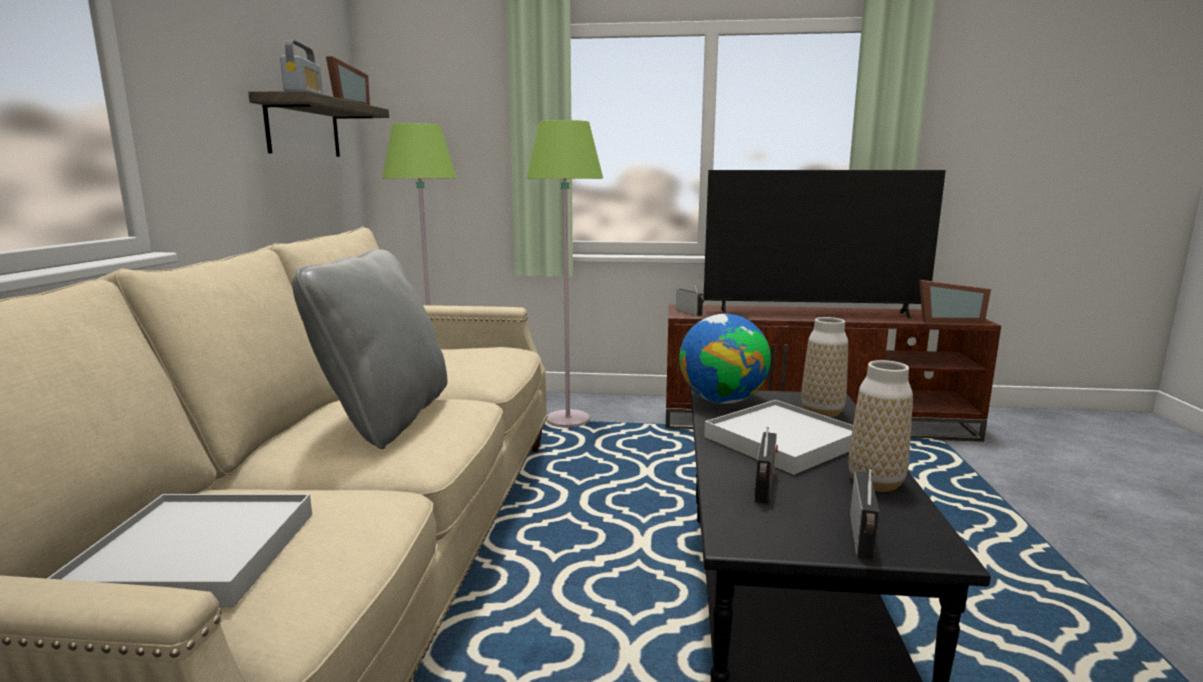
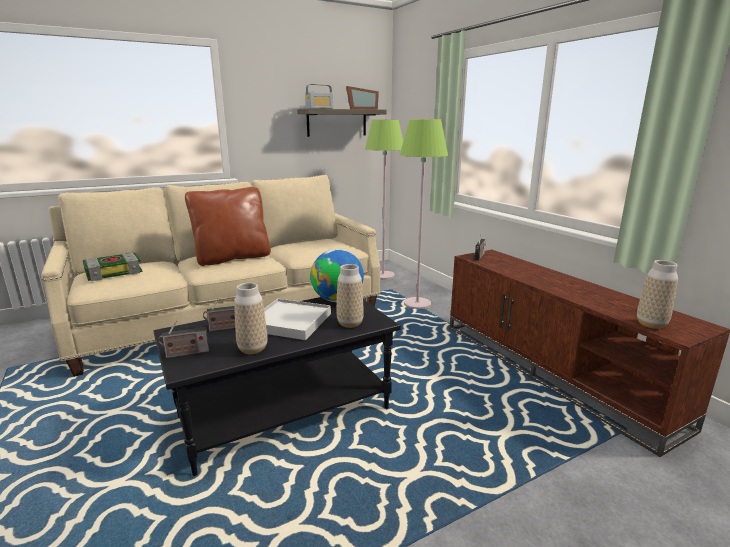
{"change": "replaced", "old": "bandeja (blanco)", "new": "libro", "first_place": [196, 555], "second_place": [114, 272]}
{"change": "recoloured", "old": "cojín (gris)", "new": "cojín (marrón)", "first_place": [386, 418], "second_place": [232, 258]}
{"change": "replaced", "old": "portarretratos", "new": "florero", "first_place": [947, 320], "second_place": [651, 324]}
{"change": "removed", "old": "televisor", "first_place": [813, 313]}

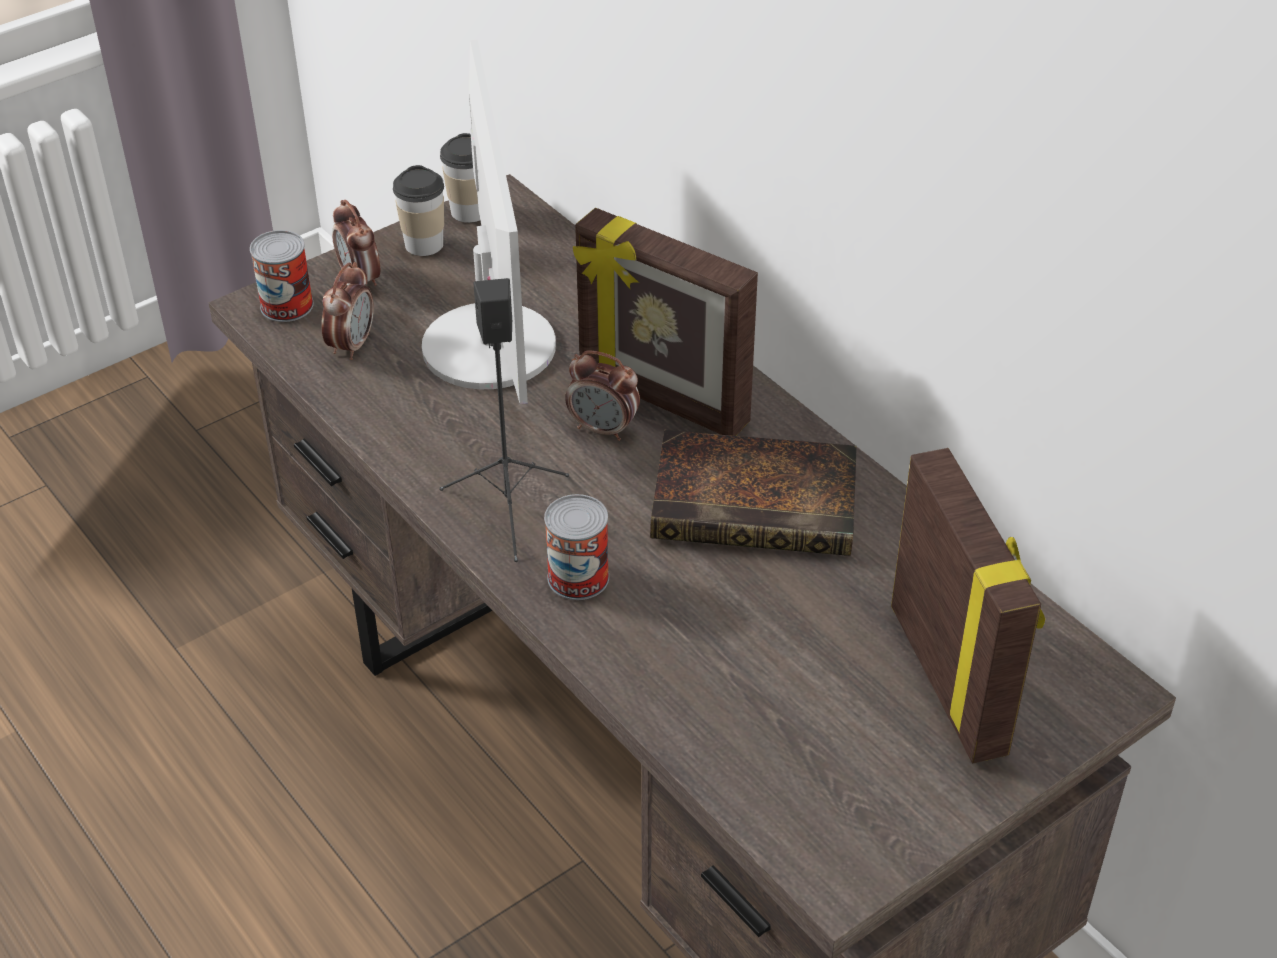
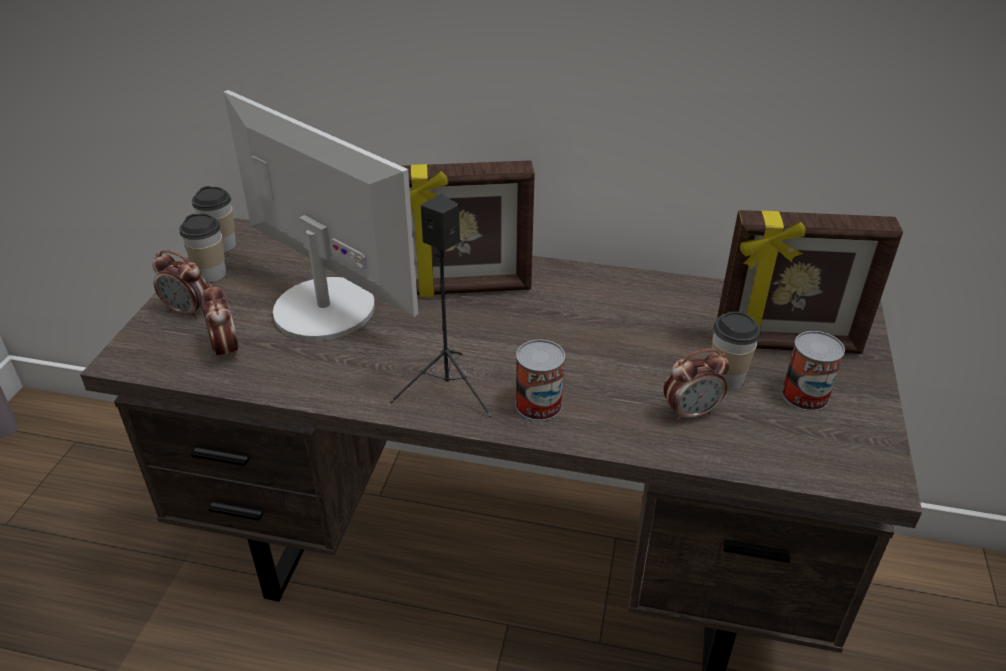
{"change": "moved", "old": "despertador", "first_place": [603, 429], "second_place": [691, 413]}
{"change": "added", "new": "taza", "second_place": [726, 378]}
{"change": "turned", "old": "portarretratos", "first_place": [951, 679], "second_place": [787, 346], "degrees": 150}
{"change": "moved", "old": "lata", "first_place": [287, 305], "second_place": [805, 395]}
{"change": "removed", "old": "libro", "first_place": [760, 503]}

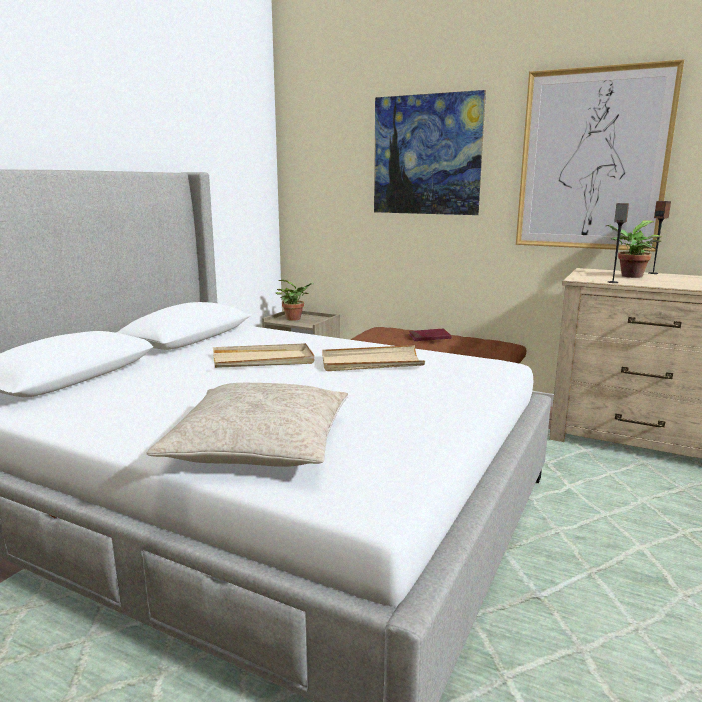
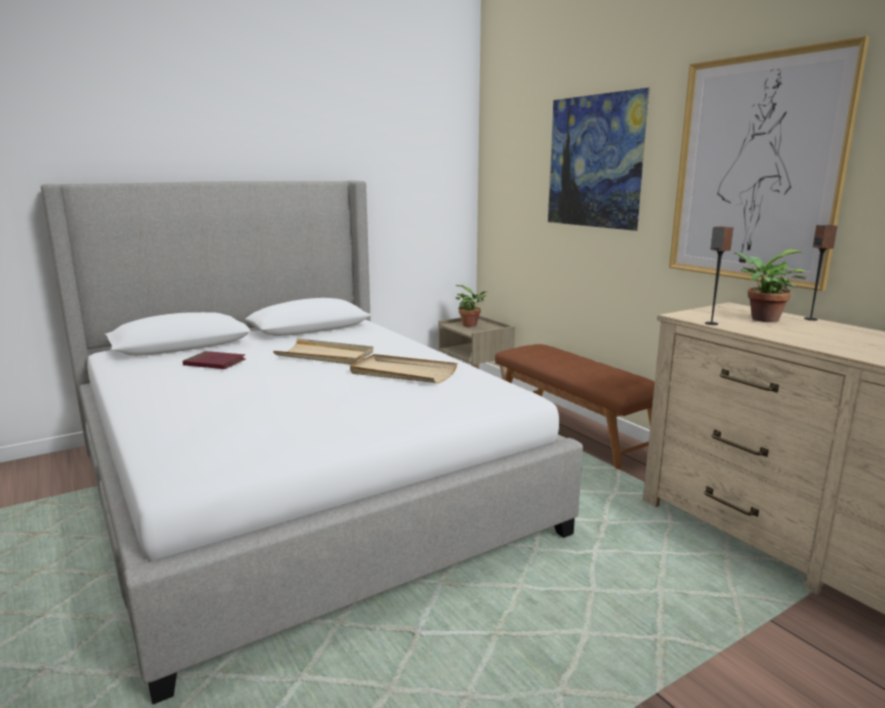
{"change": "moved", "old": "libro (rojo)", "first_place": [429, 337], "second_place": [214, 363]}
{"change": "removed", "old": "cojín (beis)", "first_place": [259, 444]}

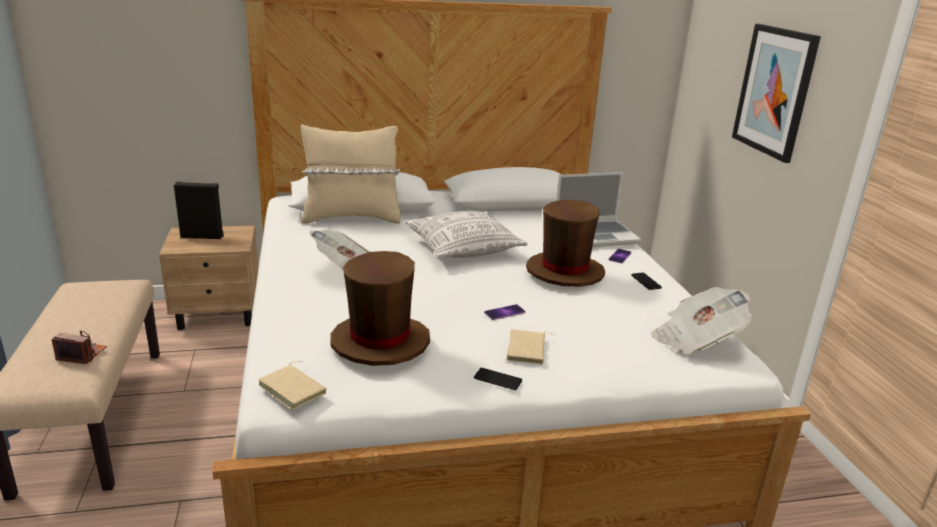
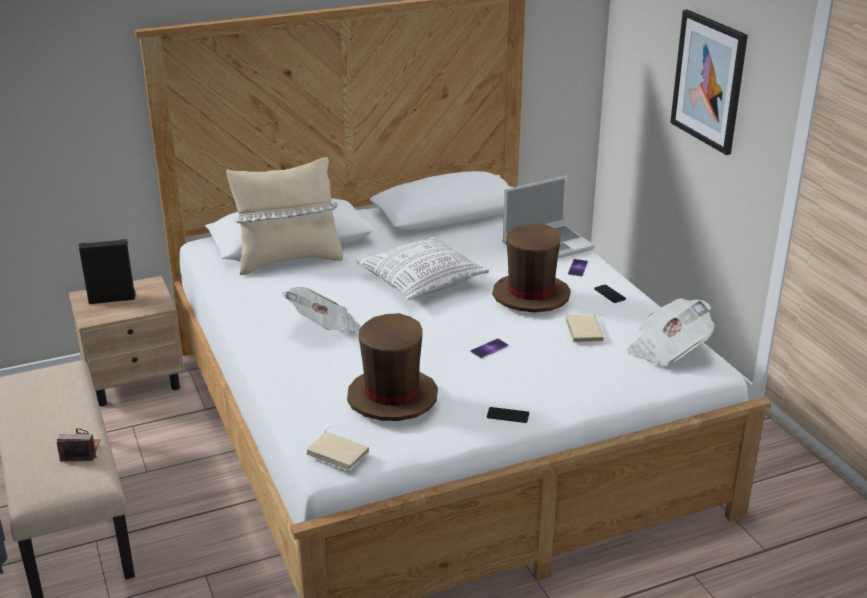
{"change": "moved", "old": "libro (beis)", "first_place": [528, 350], "second_place": [586, 331]}

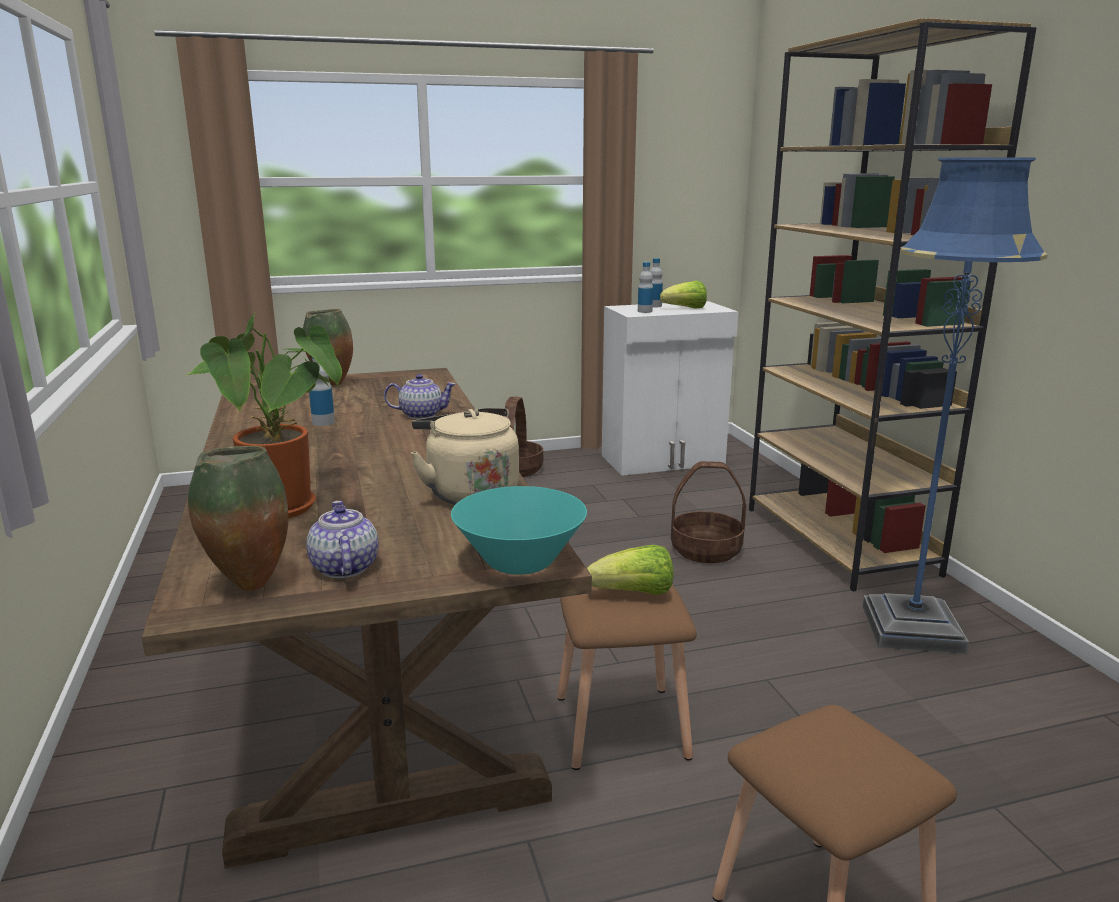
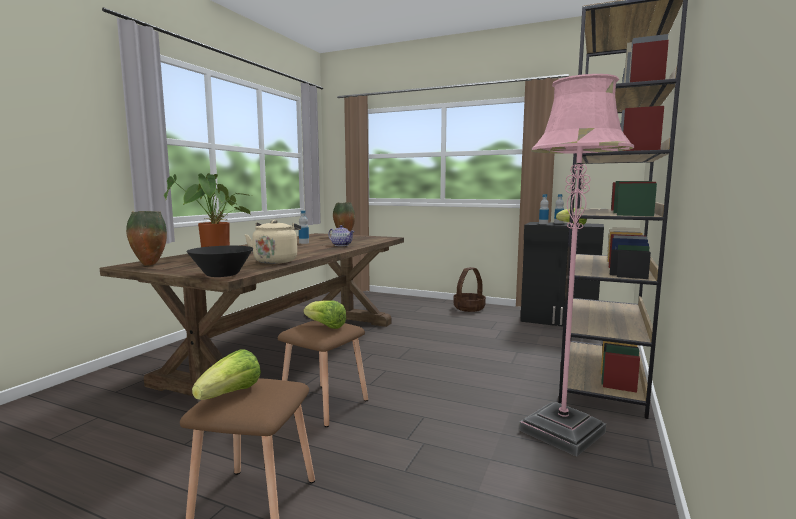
{"change": "recoloured", "old": "cuenco (turquesa)", "new": "cuenco (negro)", "first_place": [519, 562], "second_place": [222, 275]}
{"change": "added", "new": "lechuga", "second_place": [231, 394]}
{"change": "recoloured", "old": "lámpara de pie (azul)", "new": "lámpara de pie (rosa)", "first_place": [912, 628], "second_place": [562, 431]}
{"change": "recoloured", "old": "armario (blanco)", "new": "armario (negro)", "first_place": [664, 460], "second_place": [559, 321]}
{"change": "removed", "old": "tetera", "first_place": [344, 568]}
{"change": "removed", "old": "cesta", "first_place": [706, 550]}

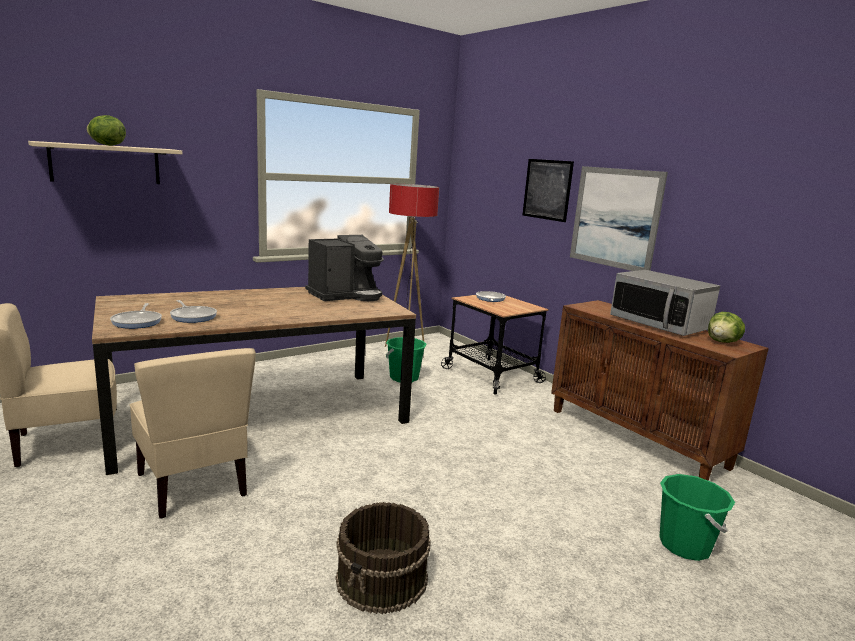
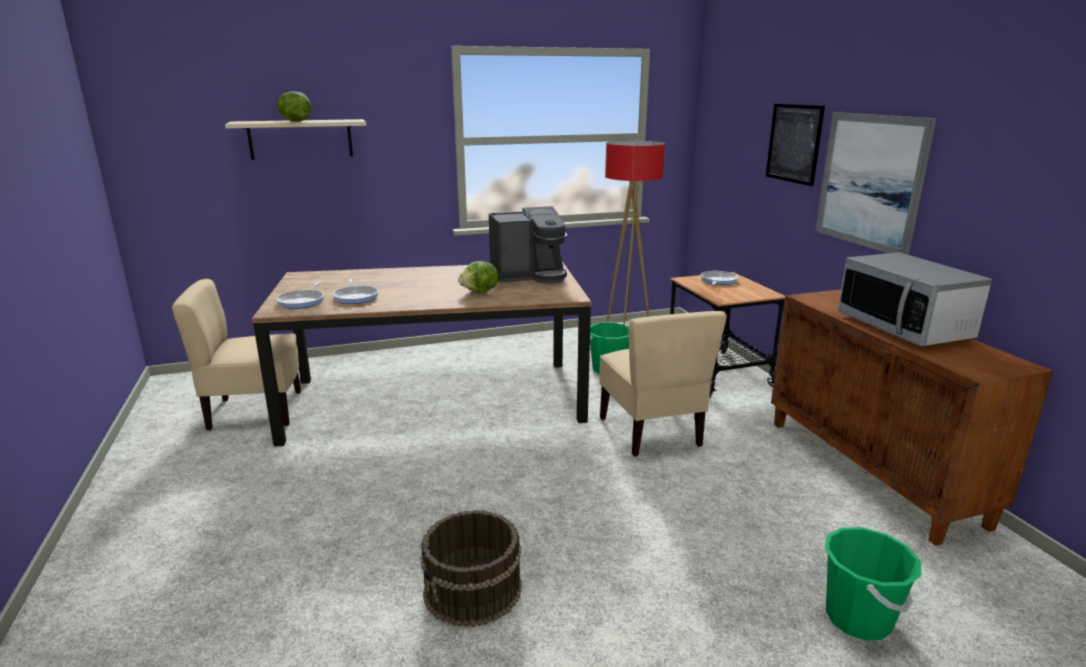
{"change": "moved", "old": "lechuga", "first_place": [722, 342], "second_place": [480, 292]}
{"change": "moved", "old": "silla (beis)", "first_place": [194, 484], "second_place": [651, 432]}

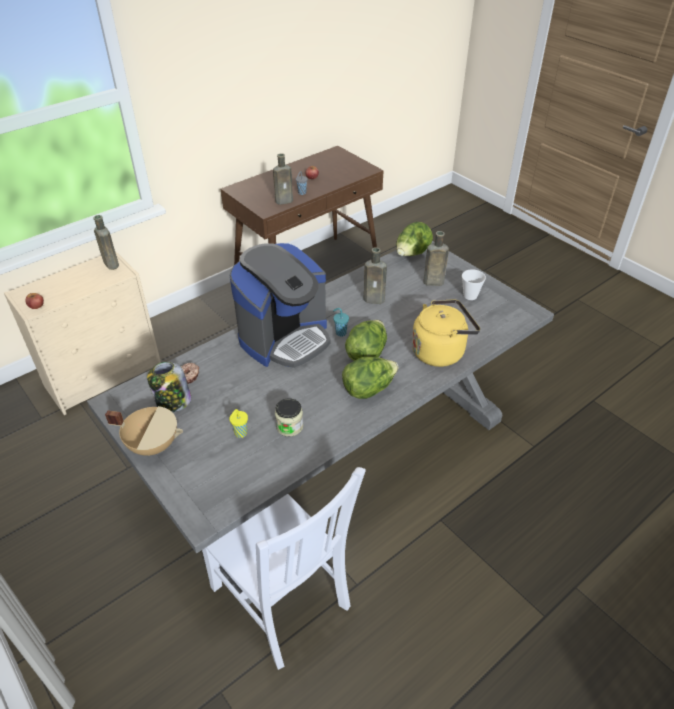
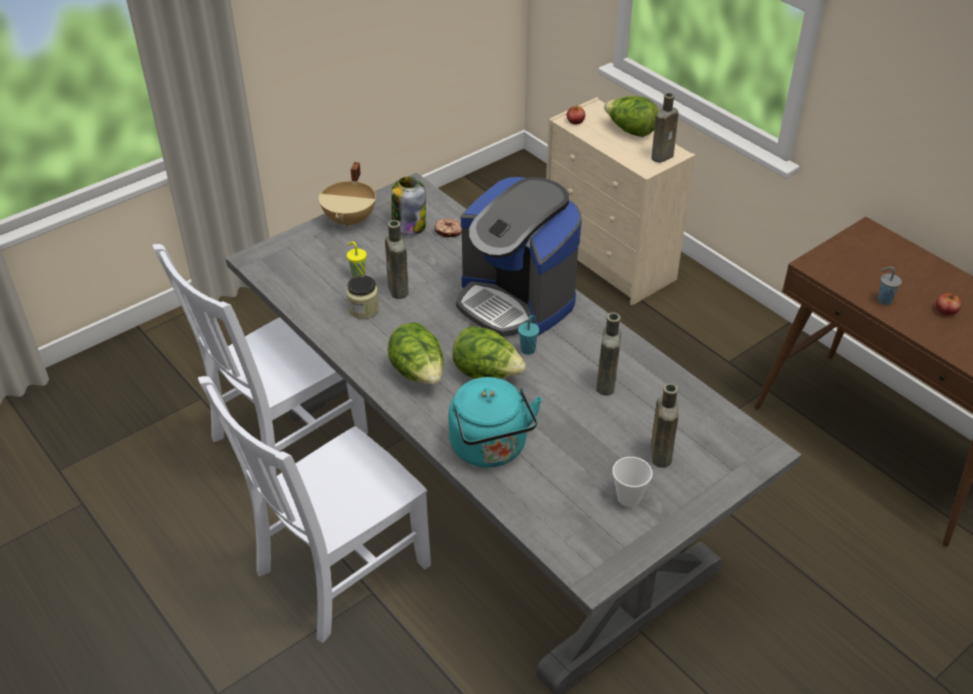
{"change": "added", "new": "silla (blanco)", "second_place": [338, 571]}
{"change": "moved", "old": "botella (marrón)", "first_place": [285, 201], "second_place": [398, 291]}
{"change": "recoloured", "old": "hervidor (amarillo)", "new": "hervidor (turquesa)", "first_place": [440, 351], "second_place": [491, 449]}
{"change": "moved", "old": "lechuga", "first_place": [412, 254], "second_place": [630, 131]}

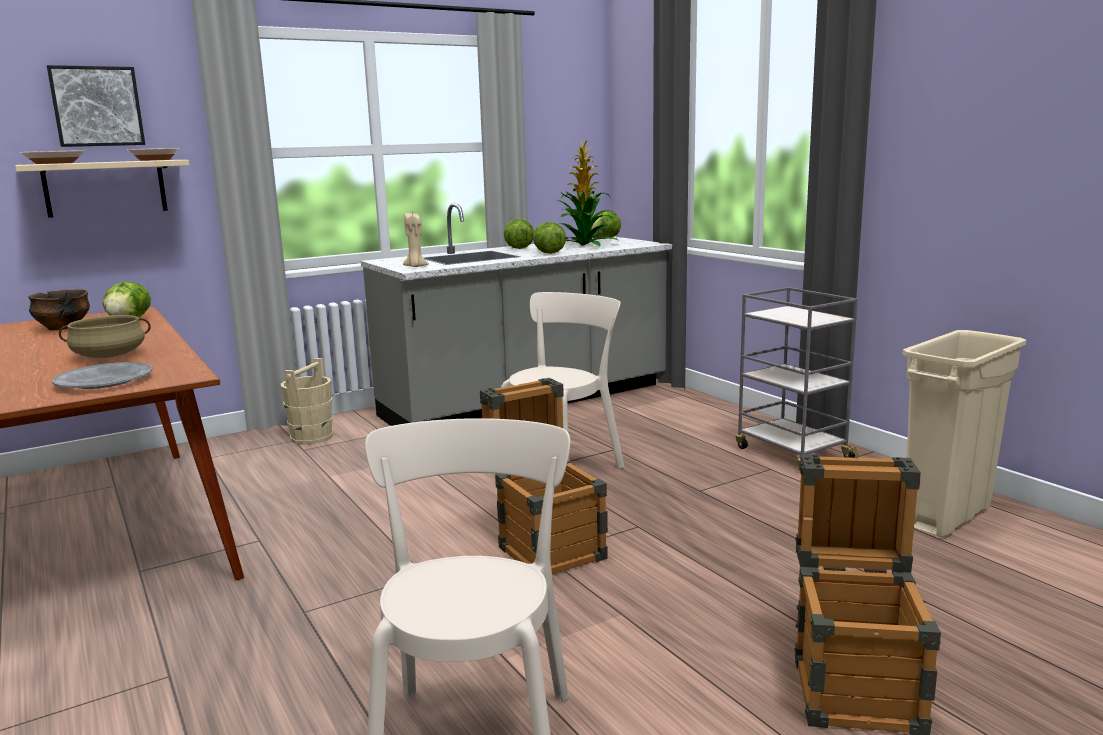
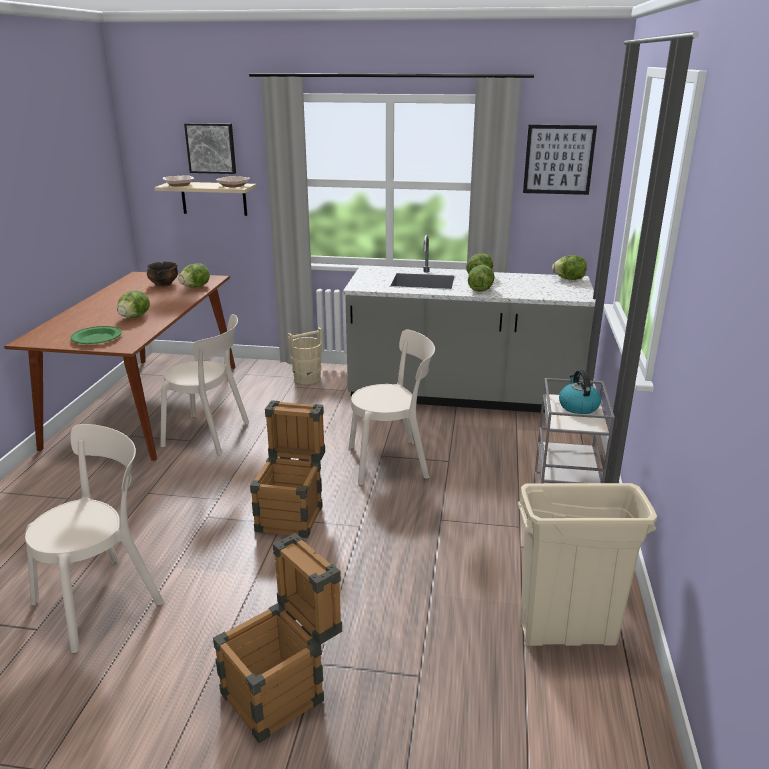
{"change": "recoloured", "old": "plato (gris)", "new": "plato (verde)", "first_place": [105, 381], "second_place": [97, 338]}
{"change": "replaced", "old": "olla (beis)", "new": "lechuga", "first_place": [109, 355], "second_place": [134, 317]}
{"change": "added", "new": "silla (beis)", "second_place": [210, 435]}
{"change": "added", "new": "cuadro", "second_place": [558, 159]}
{"change": "added", "new": "hervidor", "second_place": [578, 406]}
{"change": "removed", "old": "vela (beis)", "first_place": [415, 266]}
{"change": "removed", "old": "planta en maceta", "first_place": [585, 245]}

